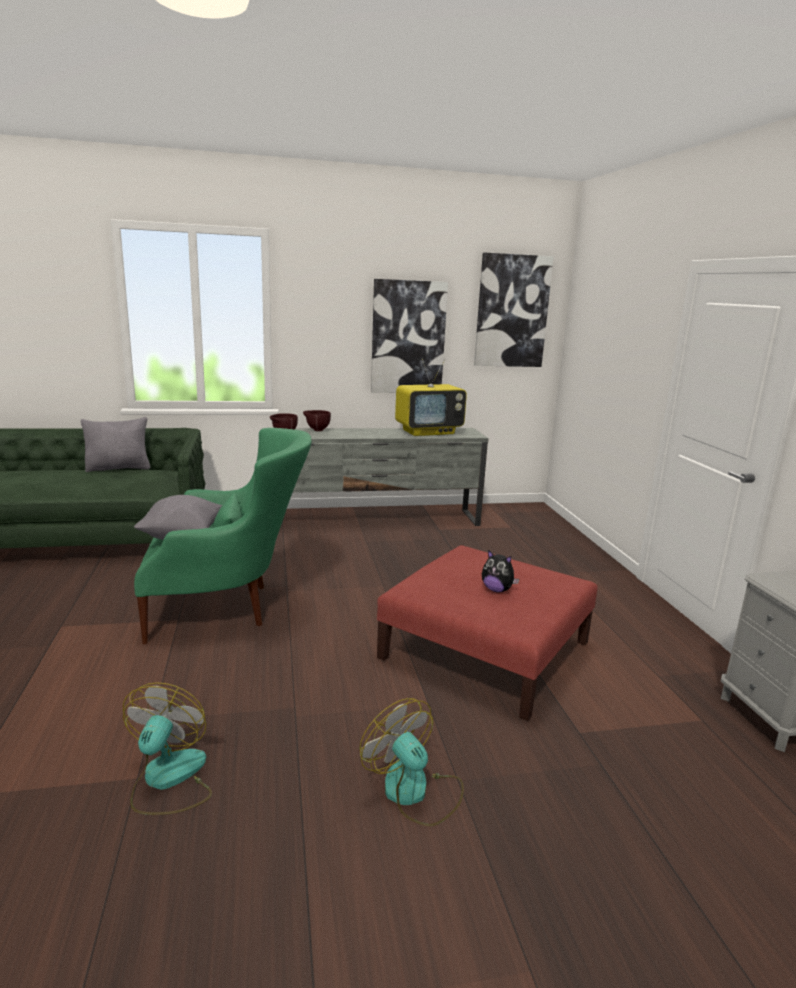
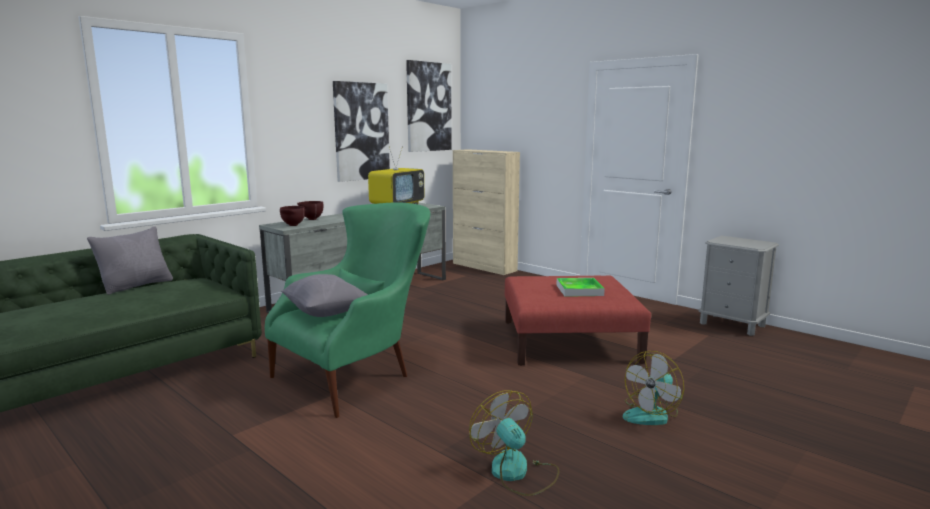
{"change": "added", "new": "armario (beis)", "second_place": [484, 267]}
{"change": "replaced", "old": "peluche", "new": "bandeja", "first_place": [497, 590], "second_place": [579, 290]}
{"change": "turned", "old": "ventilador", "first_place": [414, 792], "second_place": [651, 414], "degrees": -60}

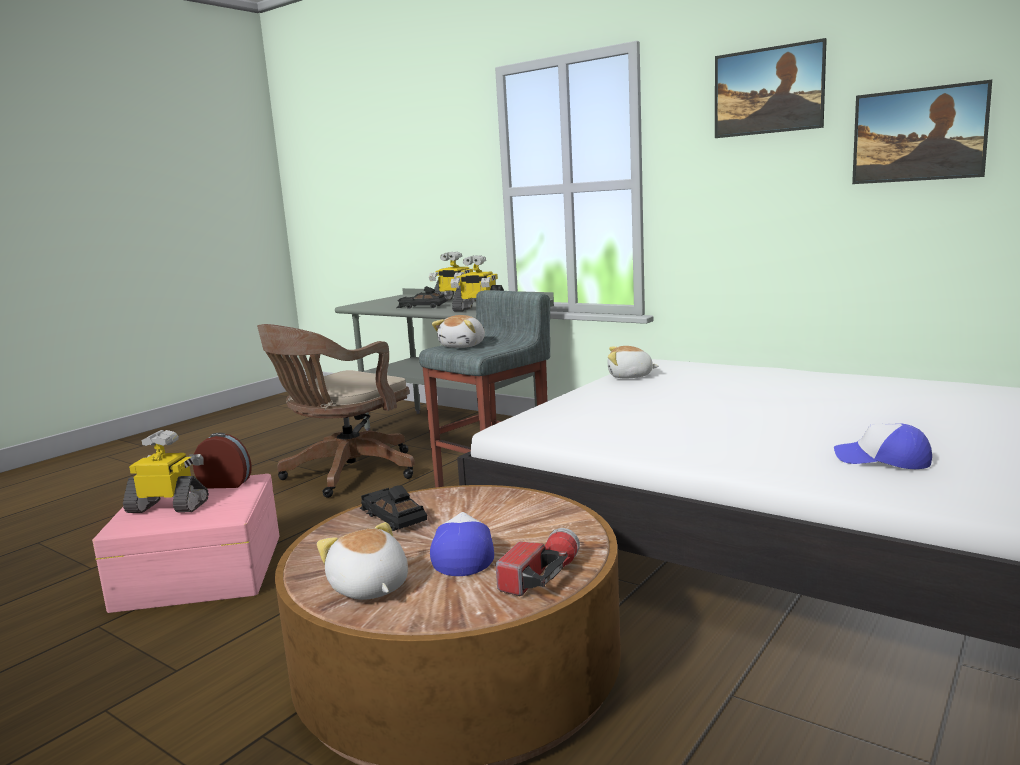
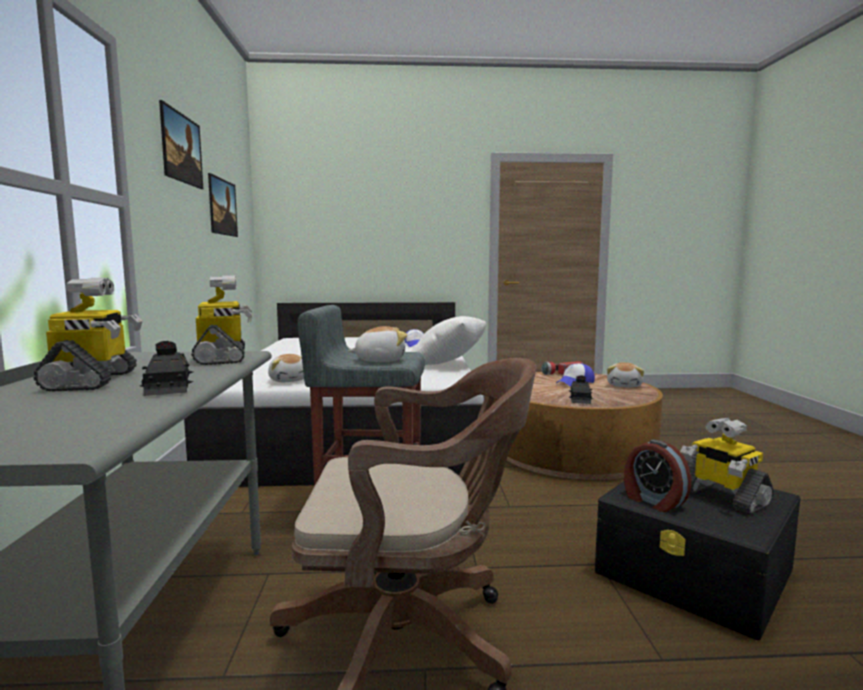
{"change": "added", "new": "cojín (blanco)", "second_place": [448, 364]}
{"change": "recoloured", "old": "caja de almacenaje (rosa)", "new": "caja de almacenaje (negro)", "first_place": [199, 570], "second_place": [695, 571]}

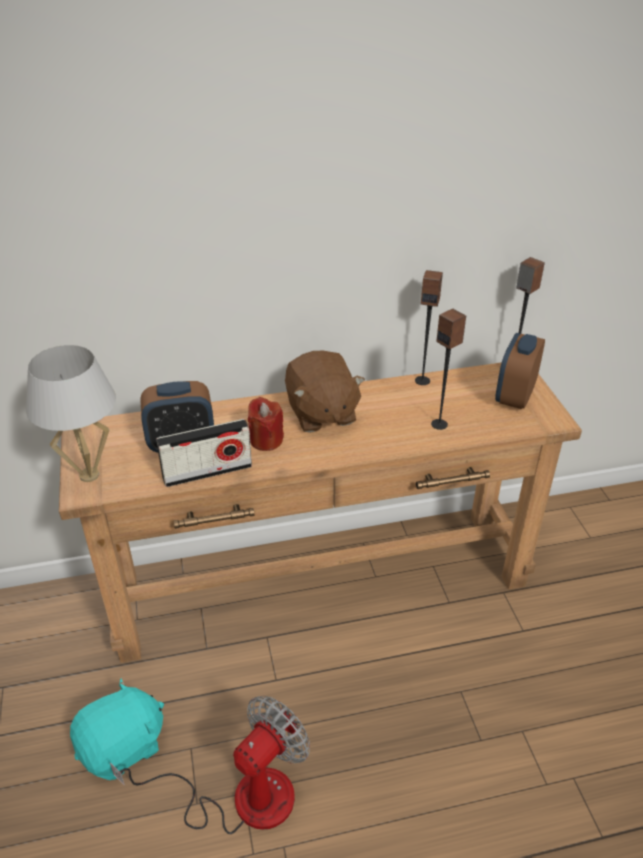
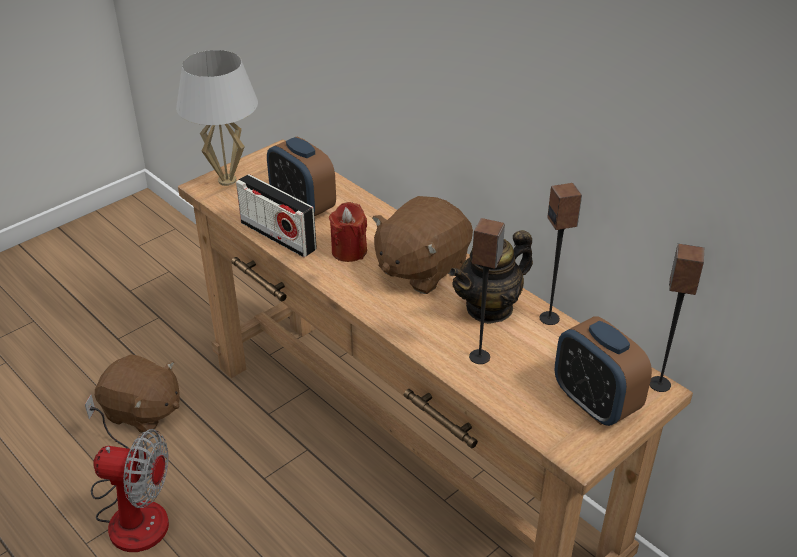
{"change": "recoloured", "old": "peluche (turquesa)", "new": "peluche (marrón)", "first_place": [123, 747], "second_place": [143, 412]}
{"change": "added", "new": "tetera", "second_place": [489, 308]}
{"change": "turned", "old": "despertador", "first_place": [514, 396], "second_place": [594, 403], "degrees": -120}

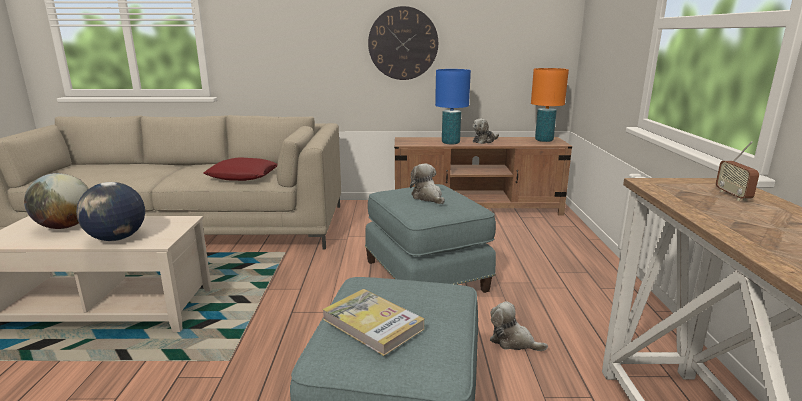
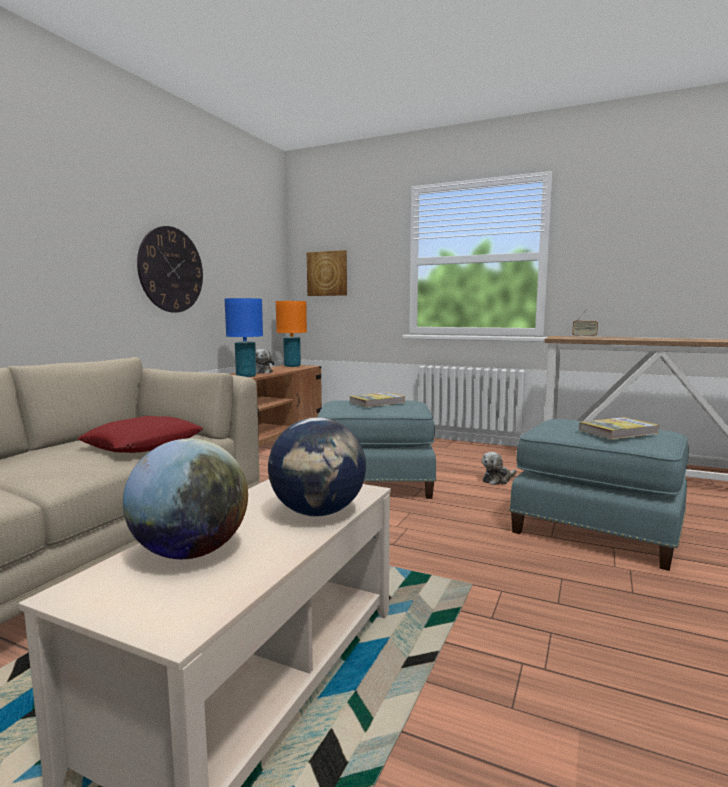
{"change": "added", "new": "cuadro", "second_place": [327, 273]}
{"change": "replaced", "old": "peluche", "new": "libro", "first_place": [428, 197], "second_place": [377, 402]}

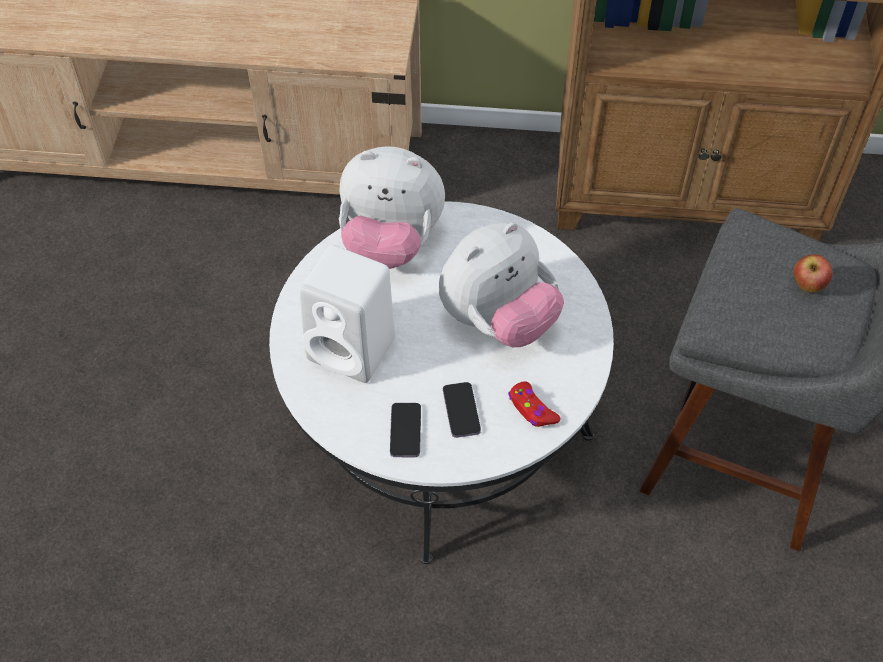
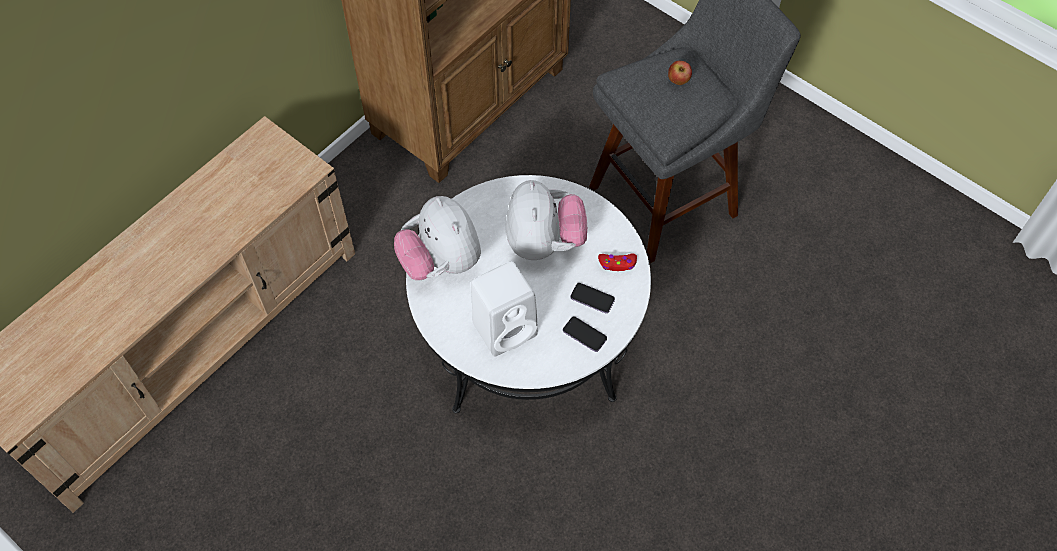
{"change": "turned", "old": "peluche", "first_place": [390, 242], "second_place": [441, 262], "degrees": 105}

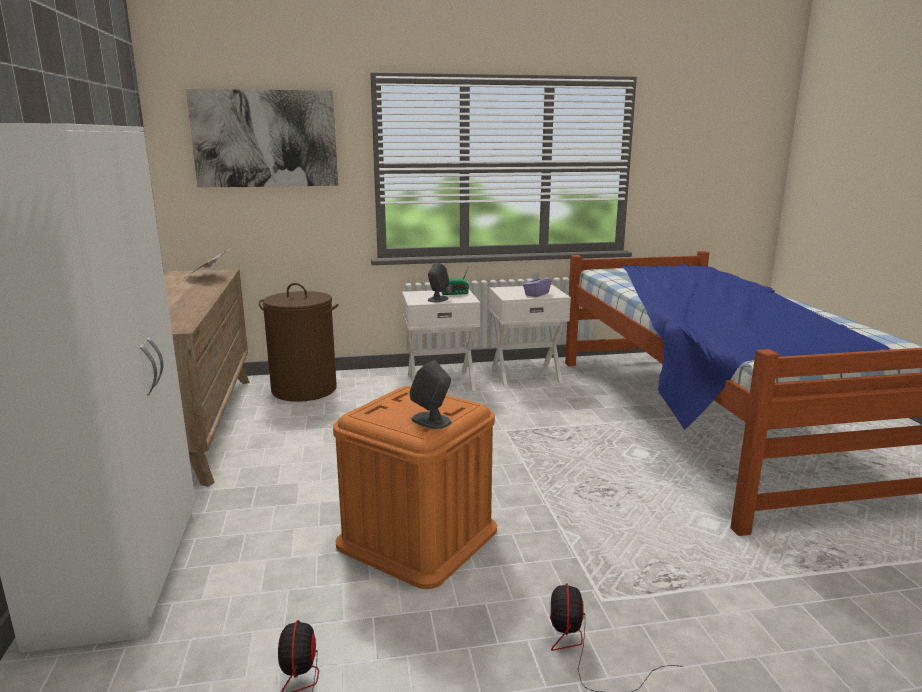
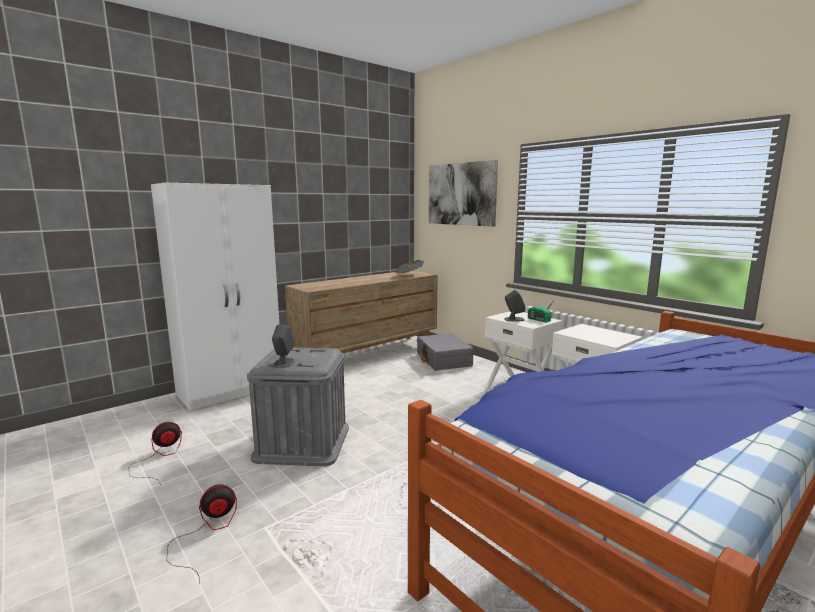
{"change": "recoloured", "old": "caja de almacenaje (naranja)", "new": "caja de almacenaje (gris)", "first_place": [418, 537], "second_place": [303, 442]}
{"change": "replaced", "old": "cesto de la ropa (marrón)", "new": "maleta (gris)", "first_place": [304, 389], "second_place": [443, 360]}
{"change": "removed", "old": "caja de pañuelos (morado)", "first_place": [536, 294]}

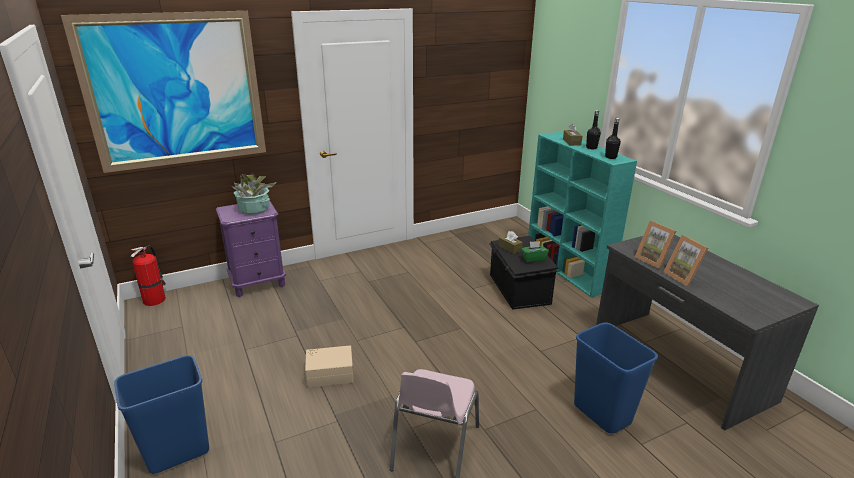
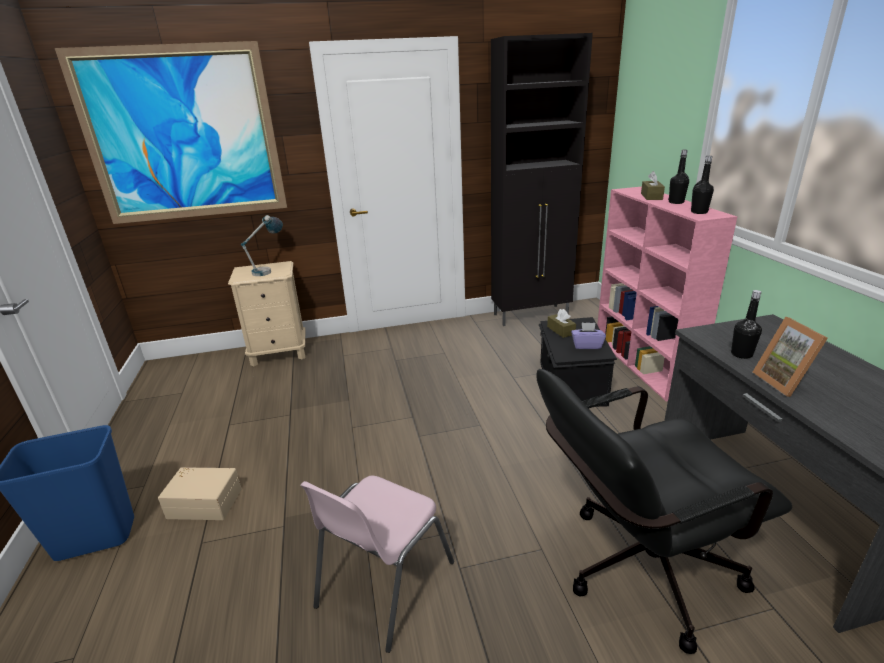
{"change": "moved", "old": "caja de almacenaje (beis)", "first_place": [330, 373], "second_place": [205, 502]}
{"change": "recoloured", "old": "mesita de noche (morado)", "new": "mesita de noche (beis)", "first_place": [258, 283], "second_place": [279, 353]}
{"change": "replaced", "old": "planta en maceta", "new": "lámpara de mesa", "first_place": [254, 209], "second_place": [269, 270]}
{"change": "added", "new": "armario (negro)", "second_place": [531, 315]}
{"change": "replaced", "old": "papelera (azul)", "new": "silla de oficina (negro)", "first_place": [601, 414], "second_place": [635, 571]}
{"change": "recoloured", "old": "caja de pañuelos (verde)", "new": "caja de pañuelos (morado)", "first_place": [533, 259], "second_place": [586, 345]}
{"change": "recoloured", "old": "estantería (turquesa)", "new": "estantería (rosa)", "first_place": [567, 270], "second_place": [643, 364]}
{"change": "replaced", "old": "portarretratos", "new": "botella (negro)", "first_place": [653, 260], "second_place": [741, 354]}
{"change": "removed", "old": "extintor", "first_place": [155, 299]}

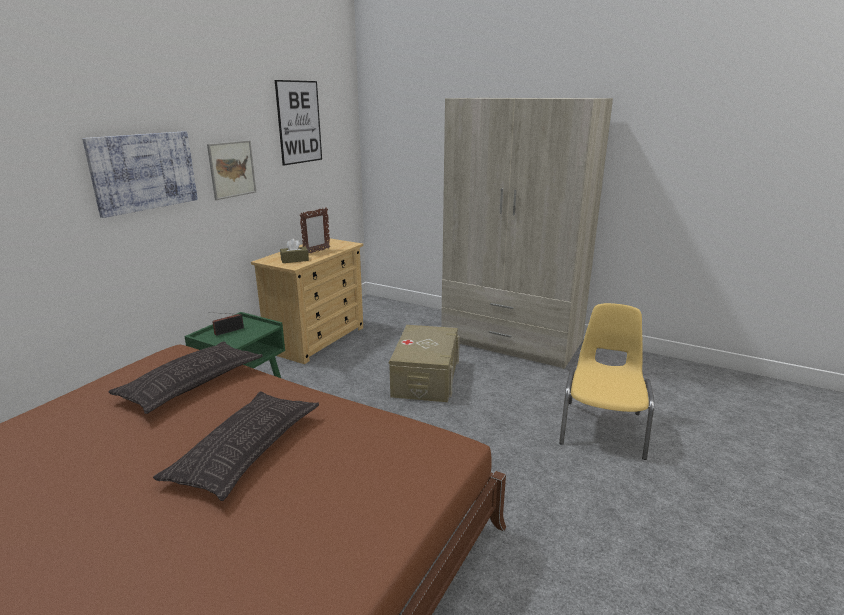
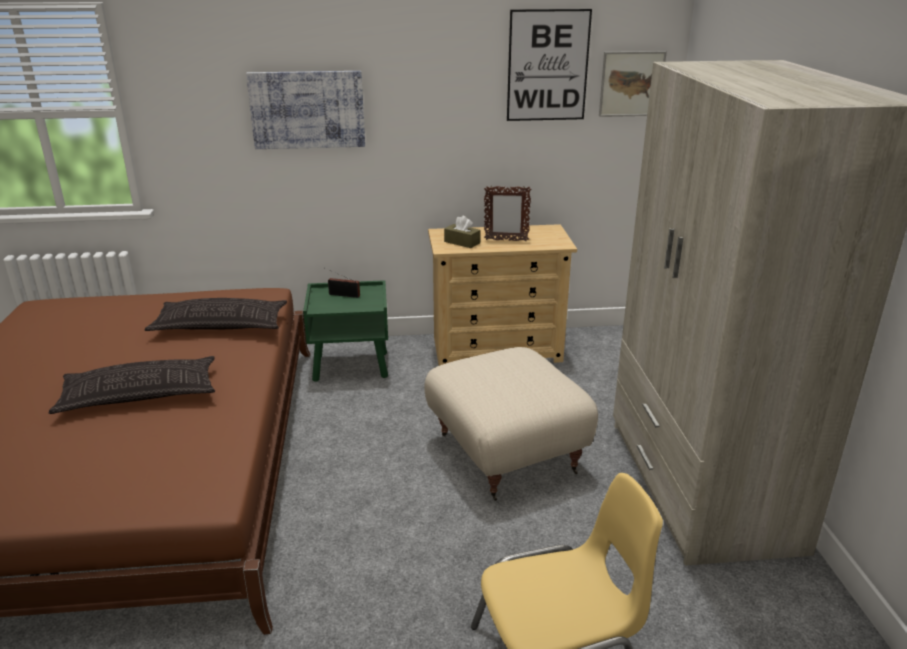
{"change": "replaced", "old": "caja de almacenaje (beis)", "new": "puf (beis)", "first_place": [425, 377], "second_place": [506, 454]}
{"change": "moved", "old": "cuadro", "first_place": [232, 169], "second_place": [631, 84]}

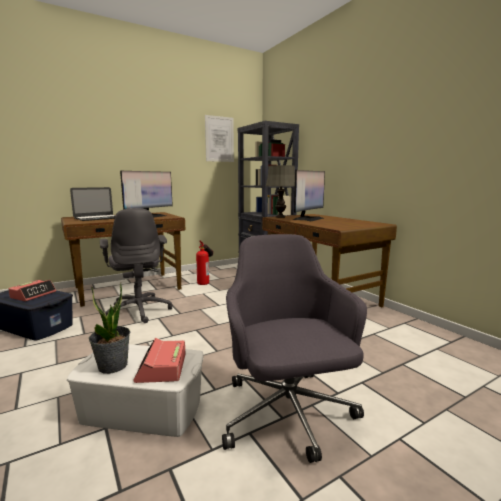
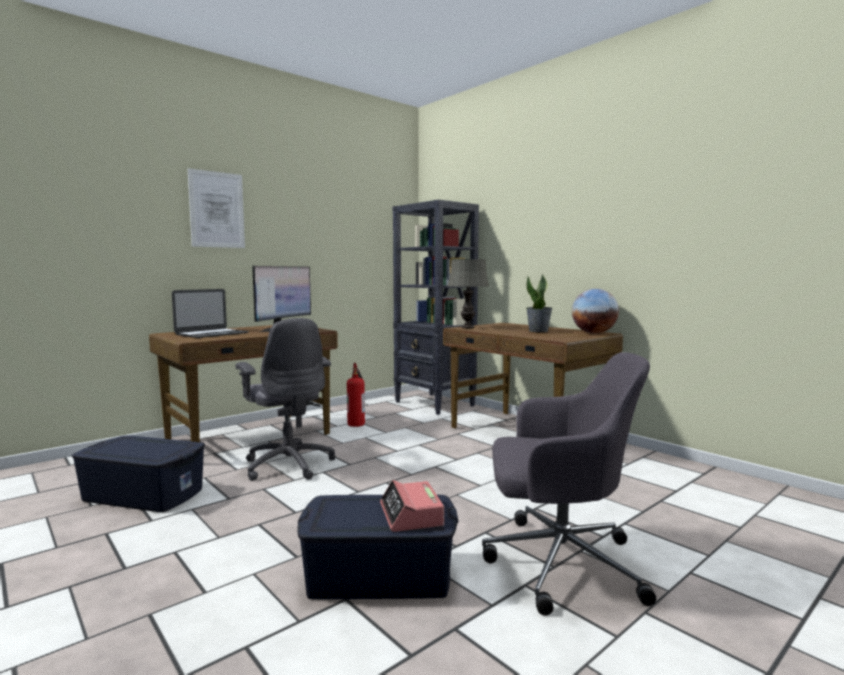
{"change": "moved", "old": "cuadro", "first_place": [219, 139], "second_place": [217, 210]}
{"change": "recoloured", "old": "caja de almacenaje (blanco)", "new": "caja de almacenaje (azul)", "first_place": [143, 409], "second_place": [379, 576]}
{"change": "turned", "old": "silla de oficina (gris)", "first_place": [287, 414], "second_place": [558, 563], "degrees": 120}
{"change": "moved", "old": "planta en maceta", "first_place": [113, 366], "second_place": [538, 331]}
{"change": "added", "new": "globo terráqueo", "second_place": [594, 333]}
{"change": "removed", "old": "despertador", "first_place": [33, 295]}
{"change": "removed", "old": "monitor", "first_place": [308, 219]}

